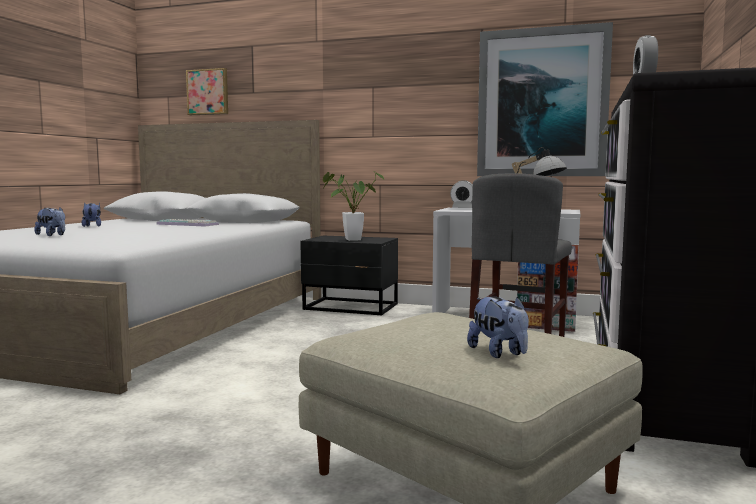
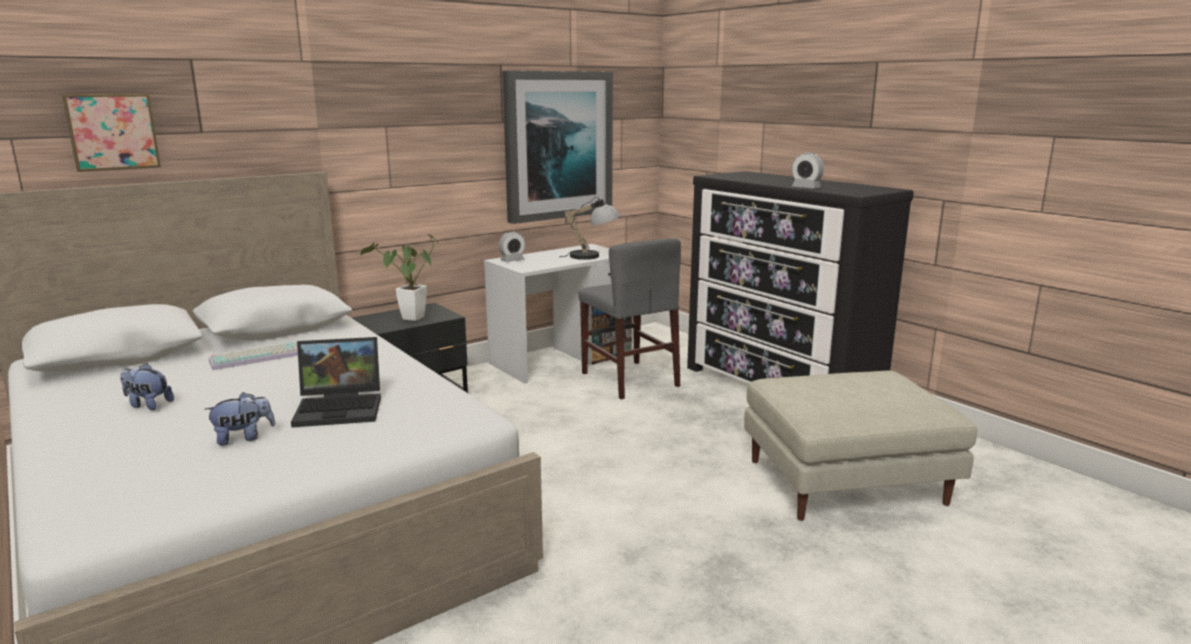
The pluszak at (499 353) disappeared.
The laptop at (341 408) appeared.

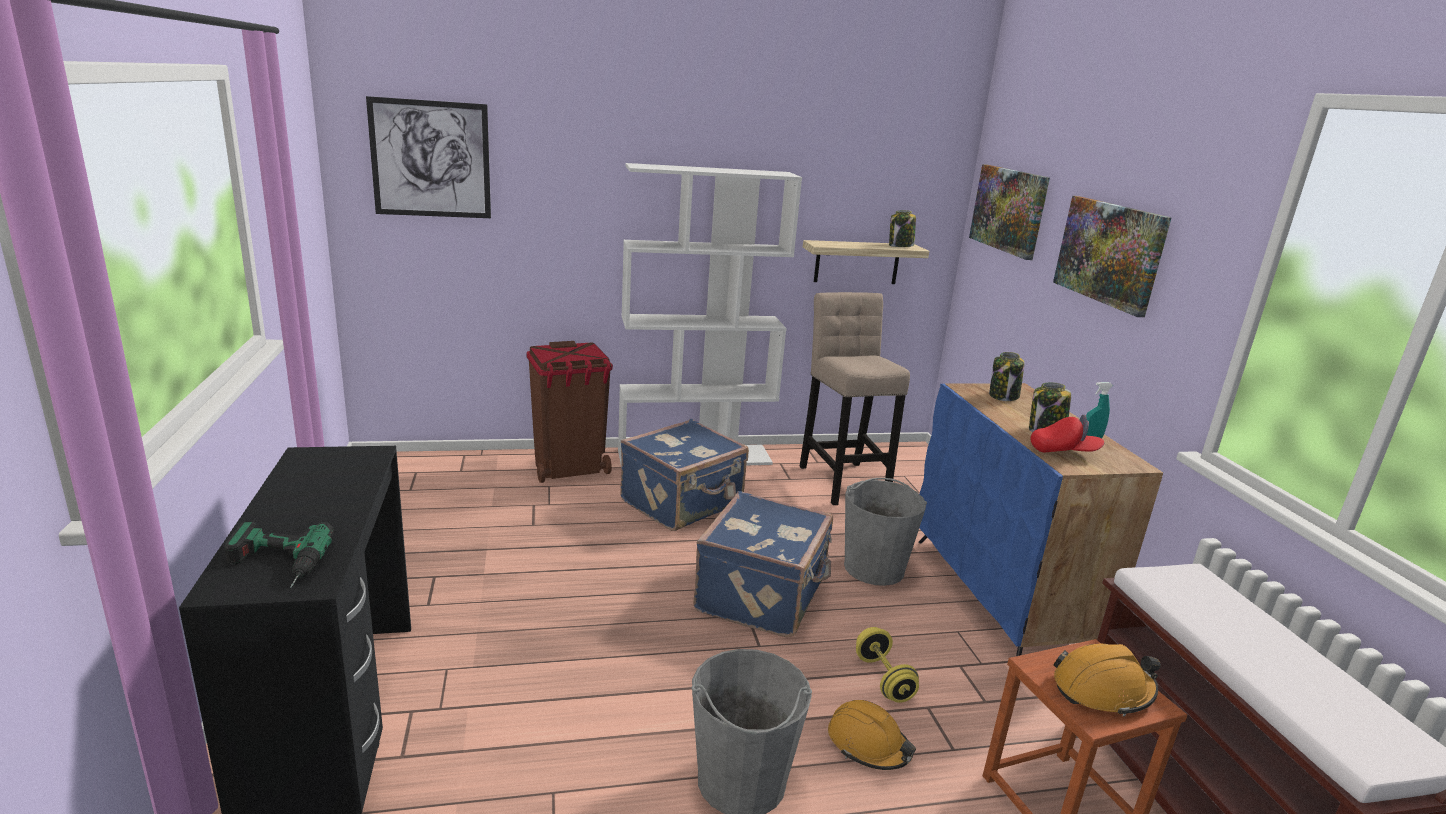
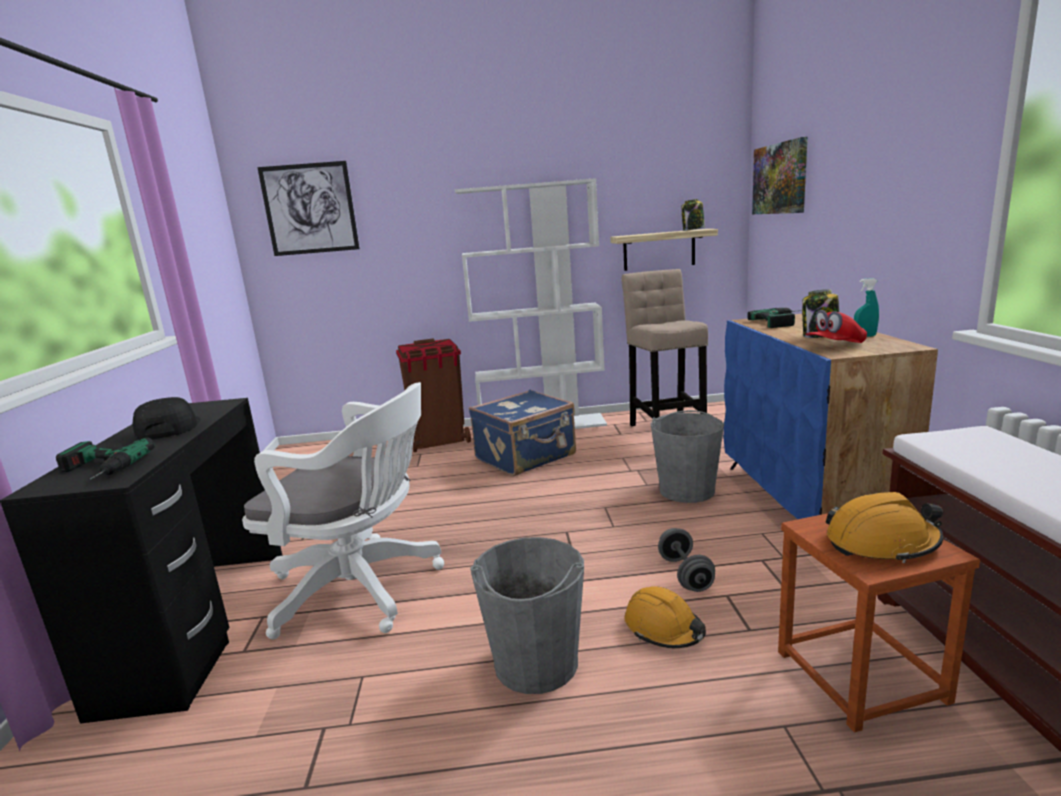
The obraz at (1110 253) disappeared.
The słoik at (1003 396) was replaced by the wiertarka at (784 321).
The czapka z daszkiem/czerwony at (1063 451) turned 135 degrees clockwise.
The walizka/niebieski at (763 596) disappeared.
The hantel/żółty at (883 679) became the hantel/szary at (685 574).
The krzesło biurowe/biały at (363 589) appeared.
The czapka z daszkiem/czarny at (167 428) appeared.

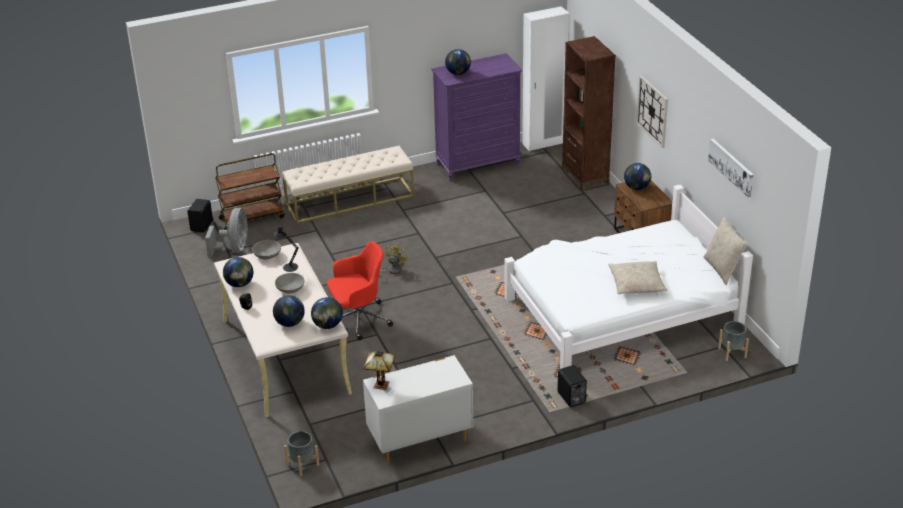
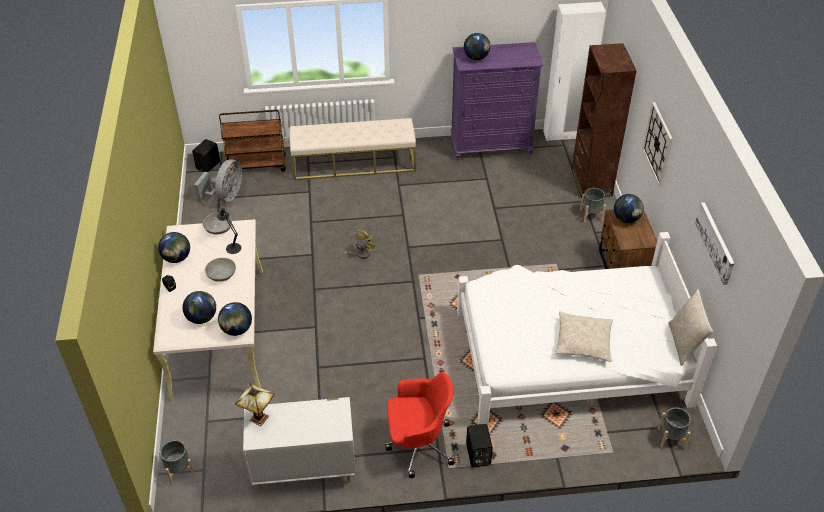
The krzesło biurowe/czerwony moved from (358 319) to (418 445).
The donica/szary at (591 215) appeared.

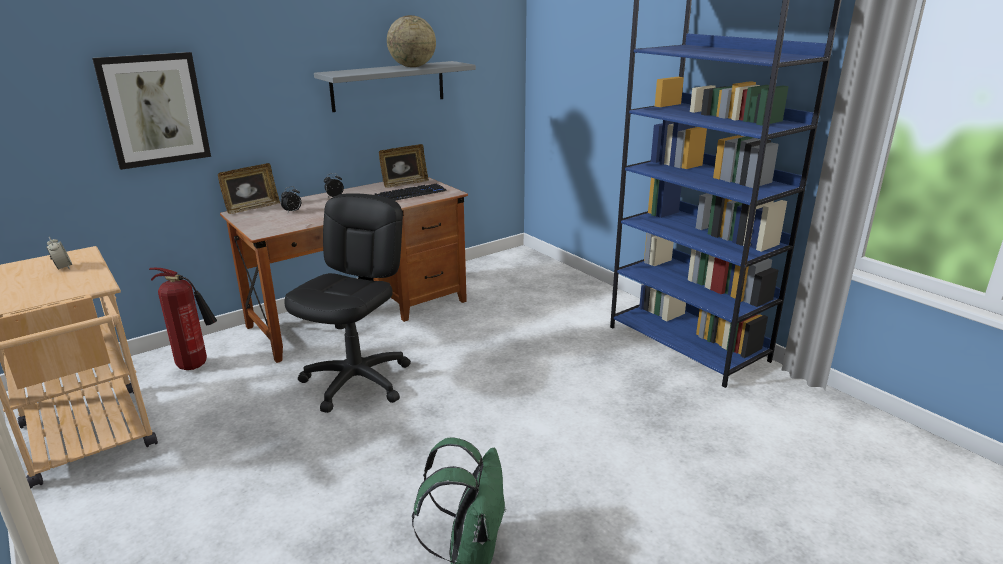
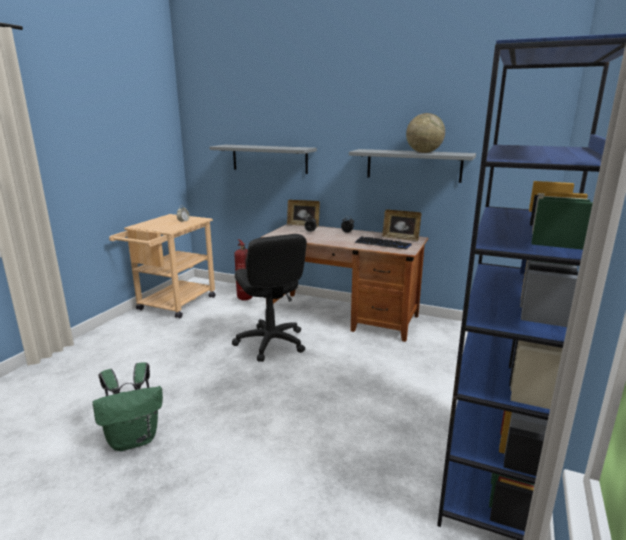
The obraz at (154 110) was replaced by the półka/szary at (269 158).
The krzesło biurowe/czarny at (357 381) turned 75 degrees clockwise.

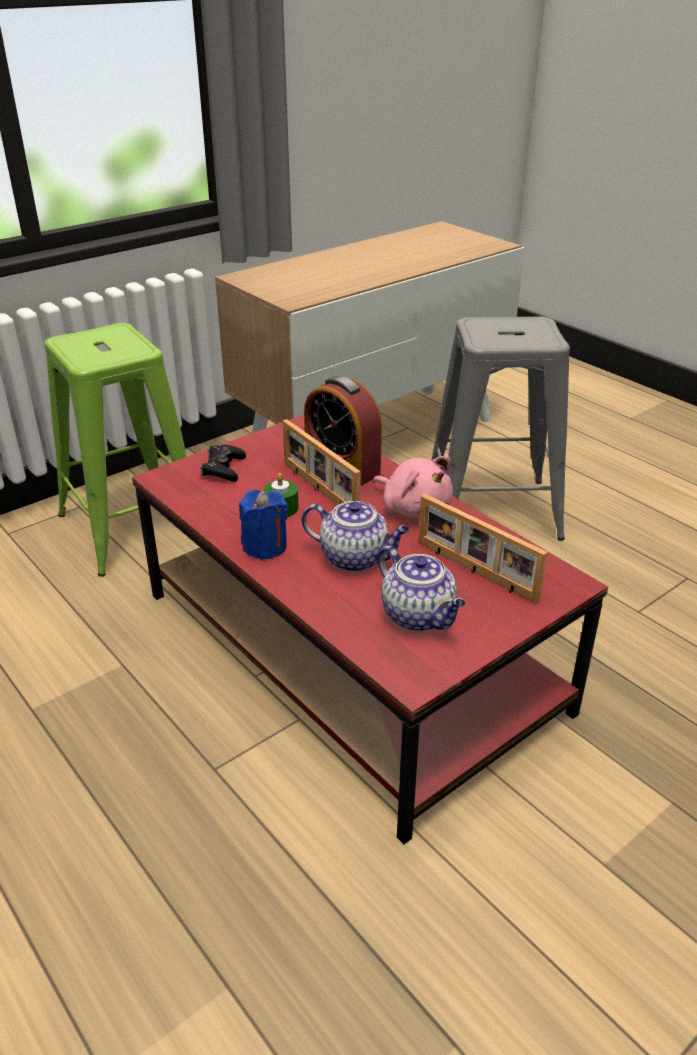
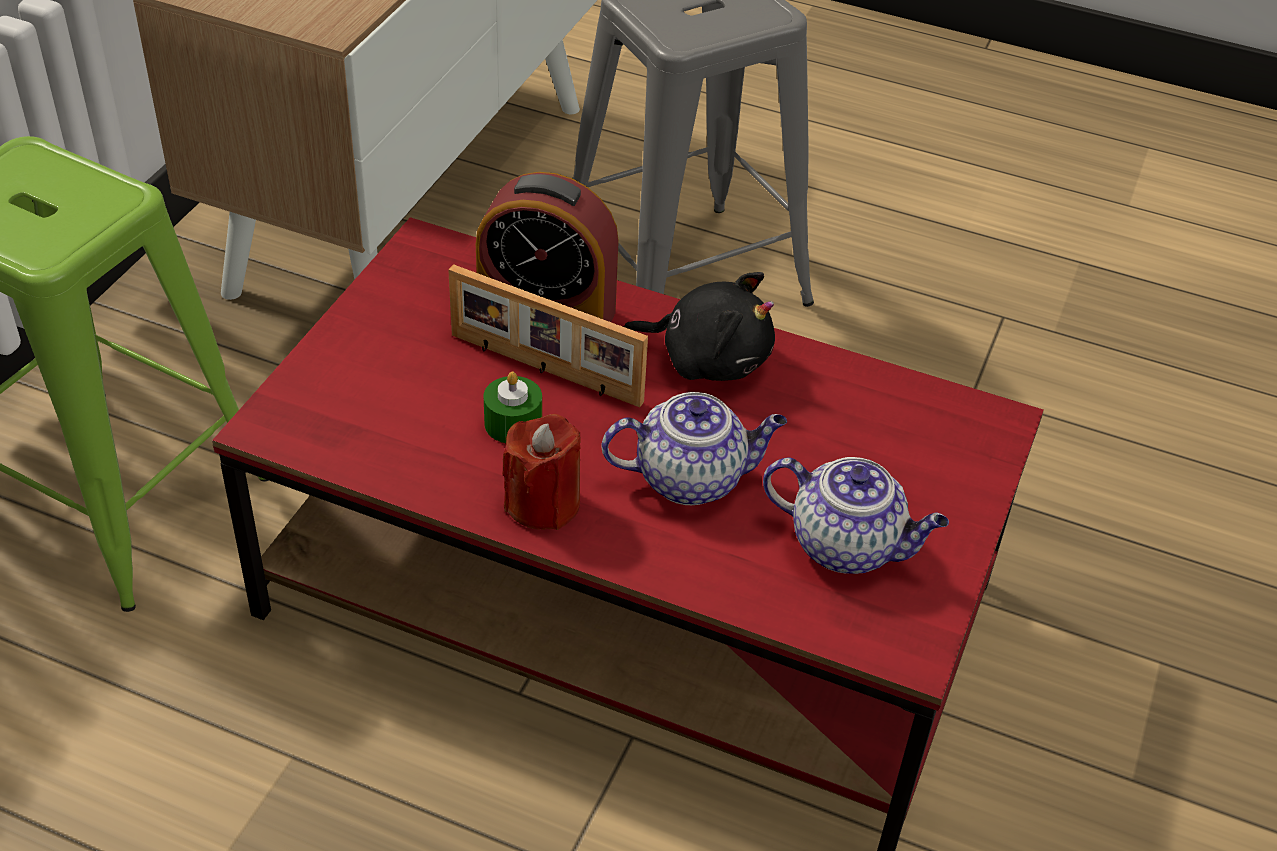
The pad do gier/czarny at (223 468) disappeared.
The pluszak/różowy at (414 507) became the pluszak/czarny at (708 358).
The świeca/niebieski at (264 546) became the świeca/czerwony at (543 503).
The ramka na zdjęcie at (474 572) disappeared.

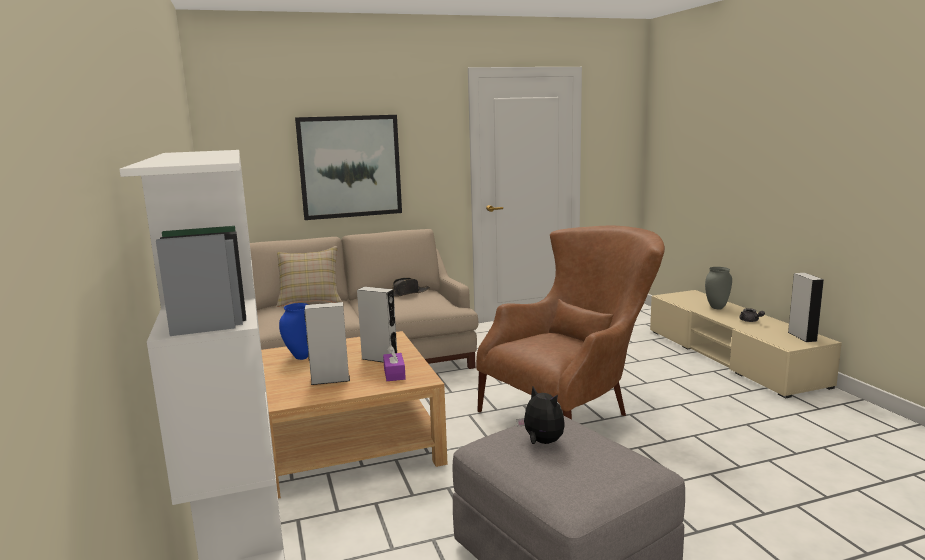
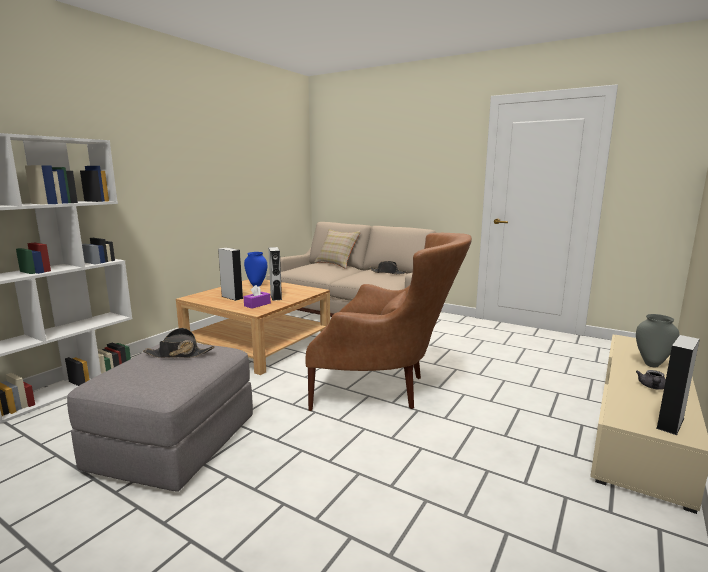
The obraz at (350 166) disappeared.
The pluszak at (542 442) was replaced by the kapelusz/czarny at (179 354).

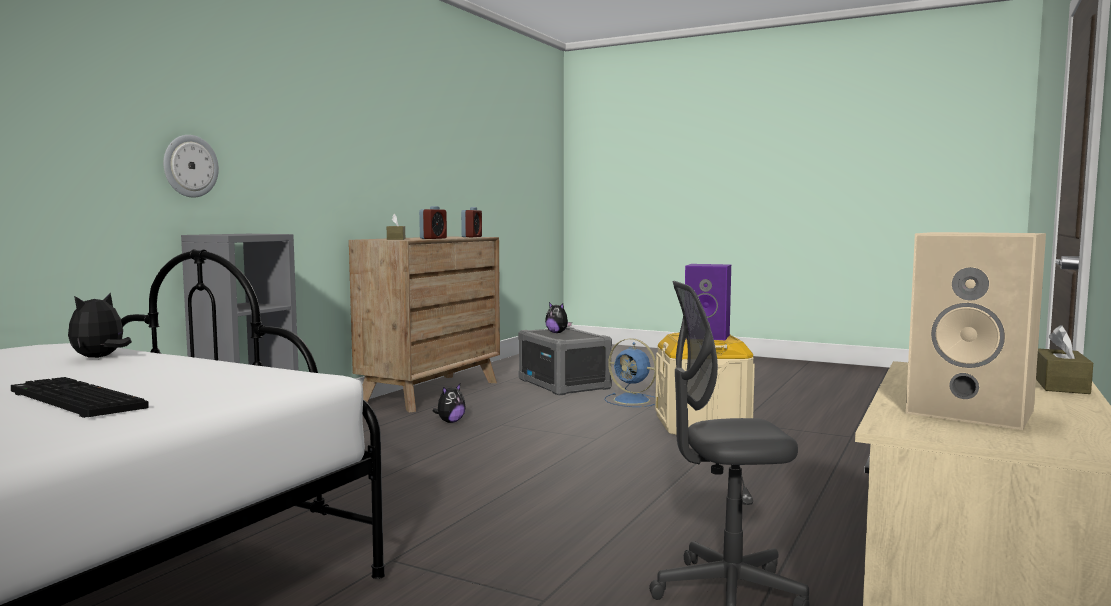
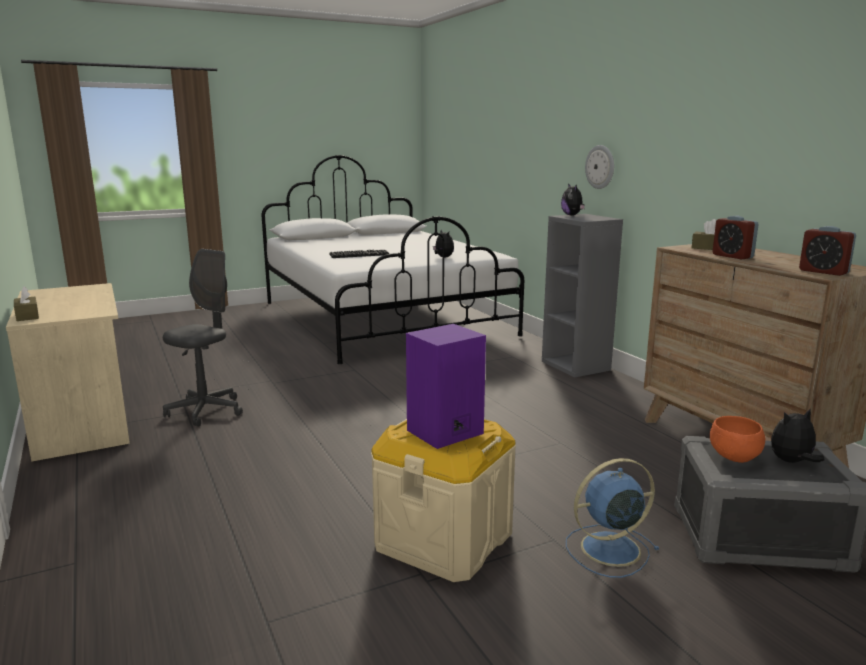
The głośnik/beżowy at (974 412) disappeared.
The pluszak moved from (450 422) to (572 215).
The miska/pomarańczowy at (735 458) appeared.

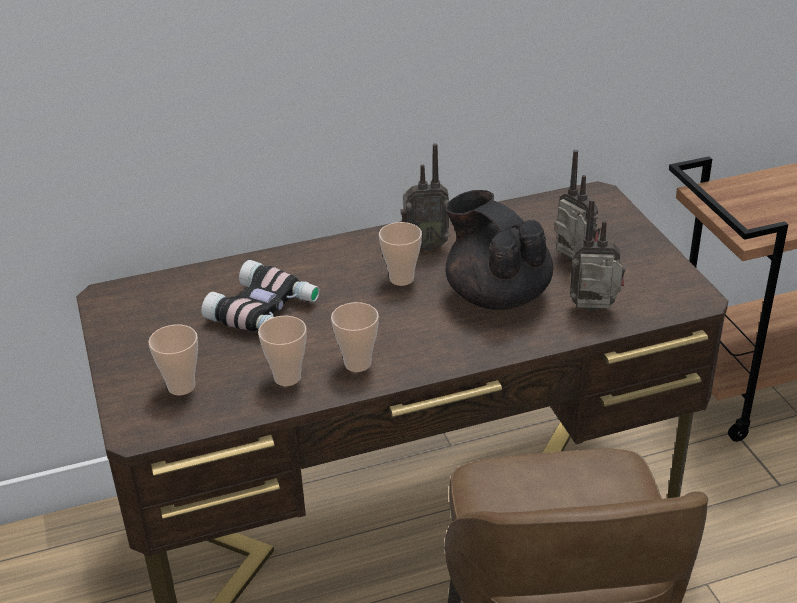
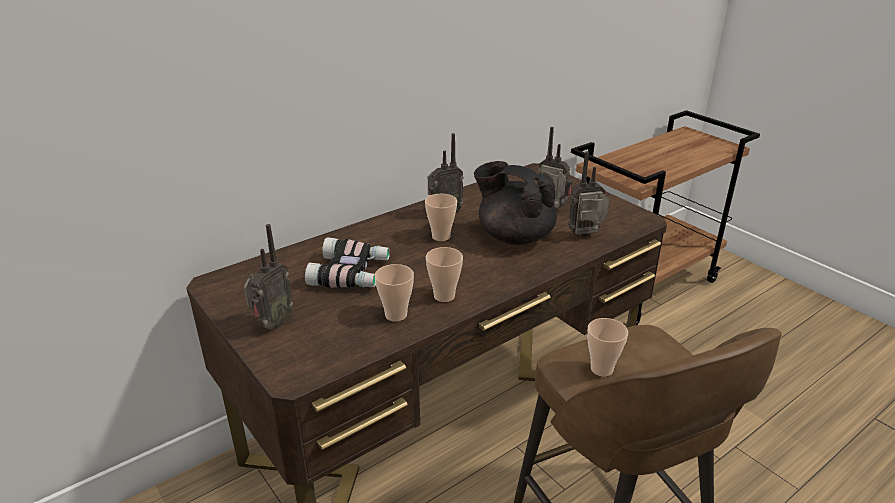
The filiżanka moved from (181 387) to (601 369).
The radio at (271 324) appeared.

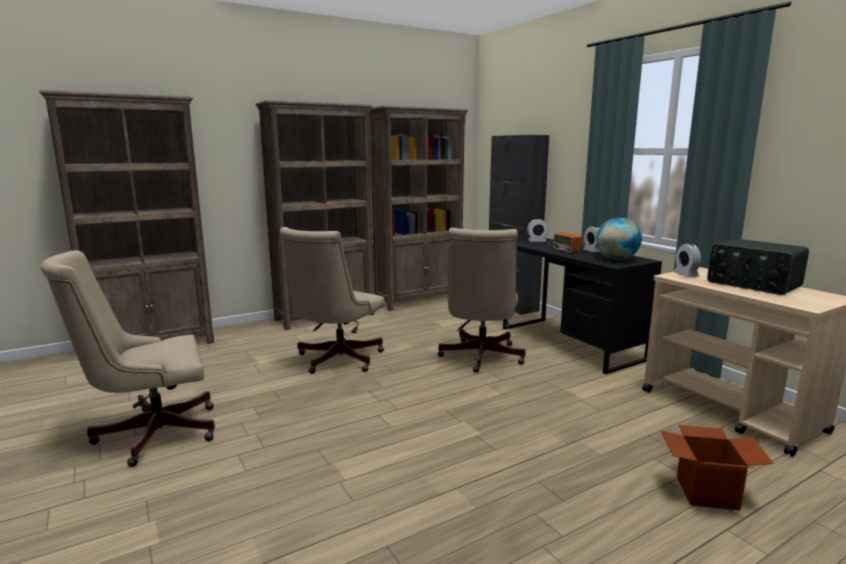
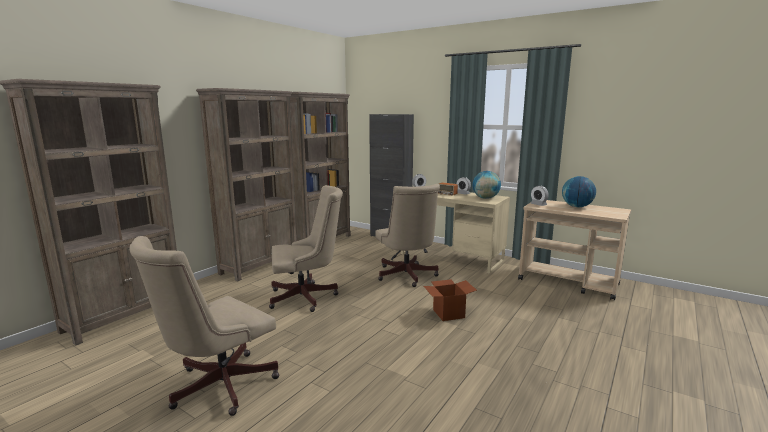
The krzesło biurowe/beżowy at (335 360) turned 105 degrees counterclockwise.
The biurko/czarny at (570 343) became the biurko/beżowy at (451 257).
The radio at (752 284) was replaced by the globus at (577 207).
The karton moved from (707 493) to (448 313).

